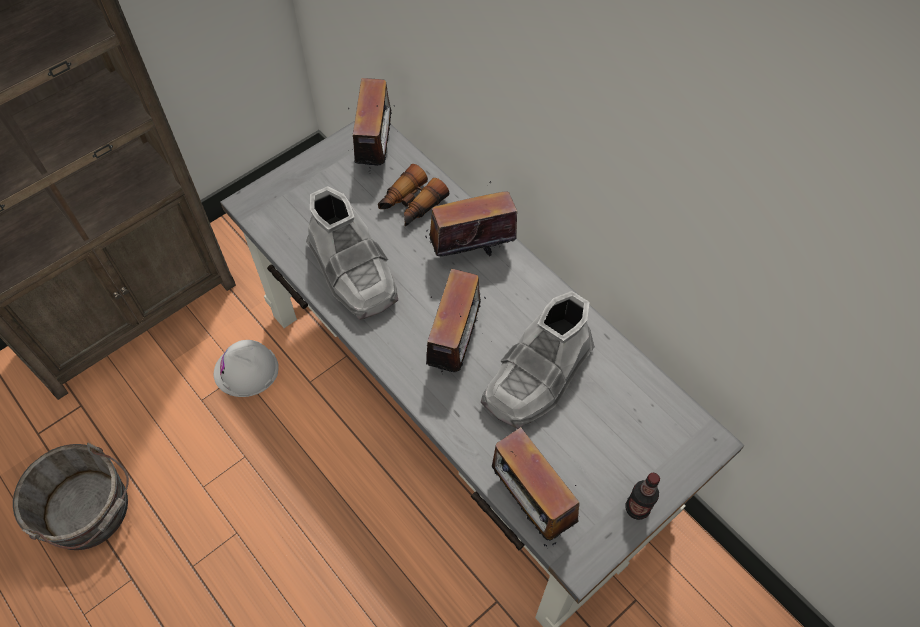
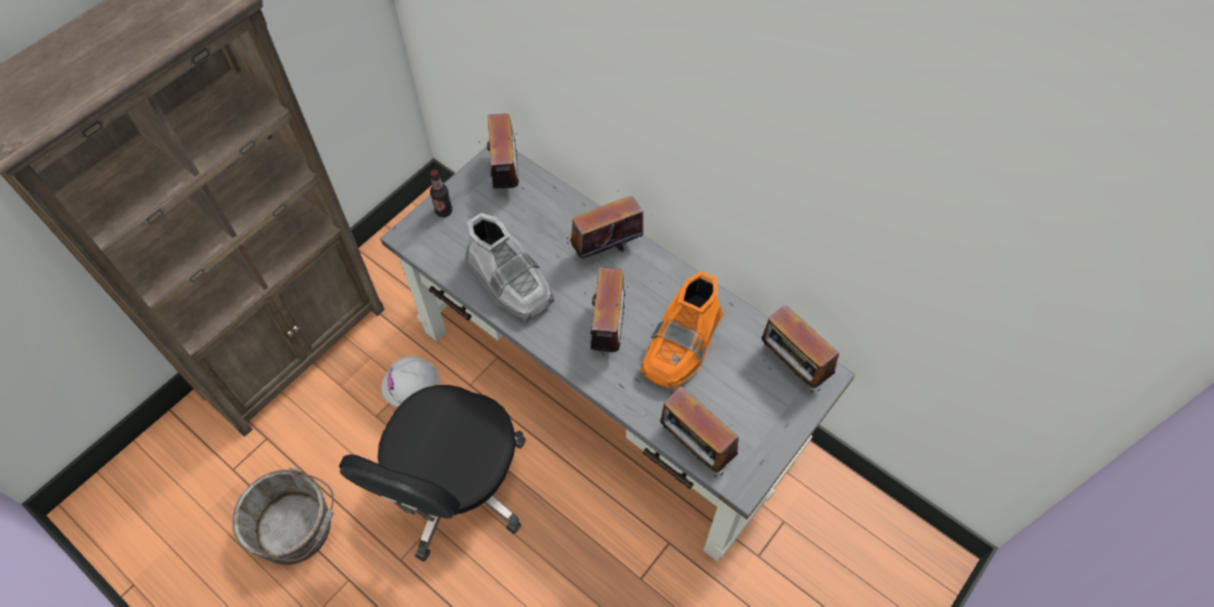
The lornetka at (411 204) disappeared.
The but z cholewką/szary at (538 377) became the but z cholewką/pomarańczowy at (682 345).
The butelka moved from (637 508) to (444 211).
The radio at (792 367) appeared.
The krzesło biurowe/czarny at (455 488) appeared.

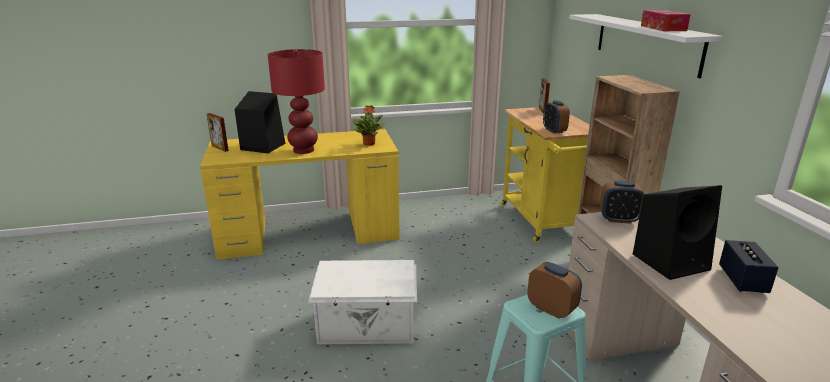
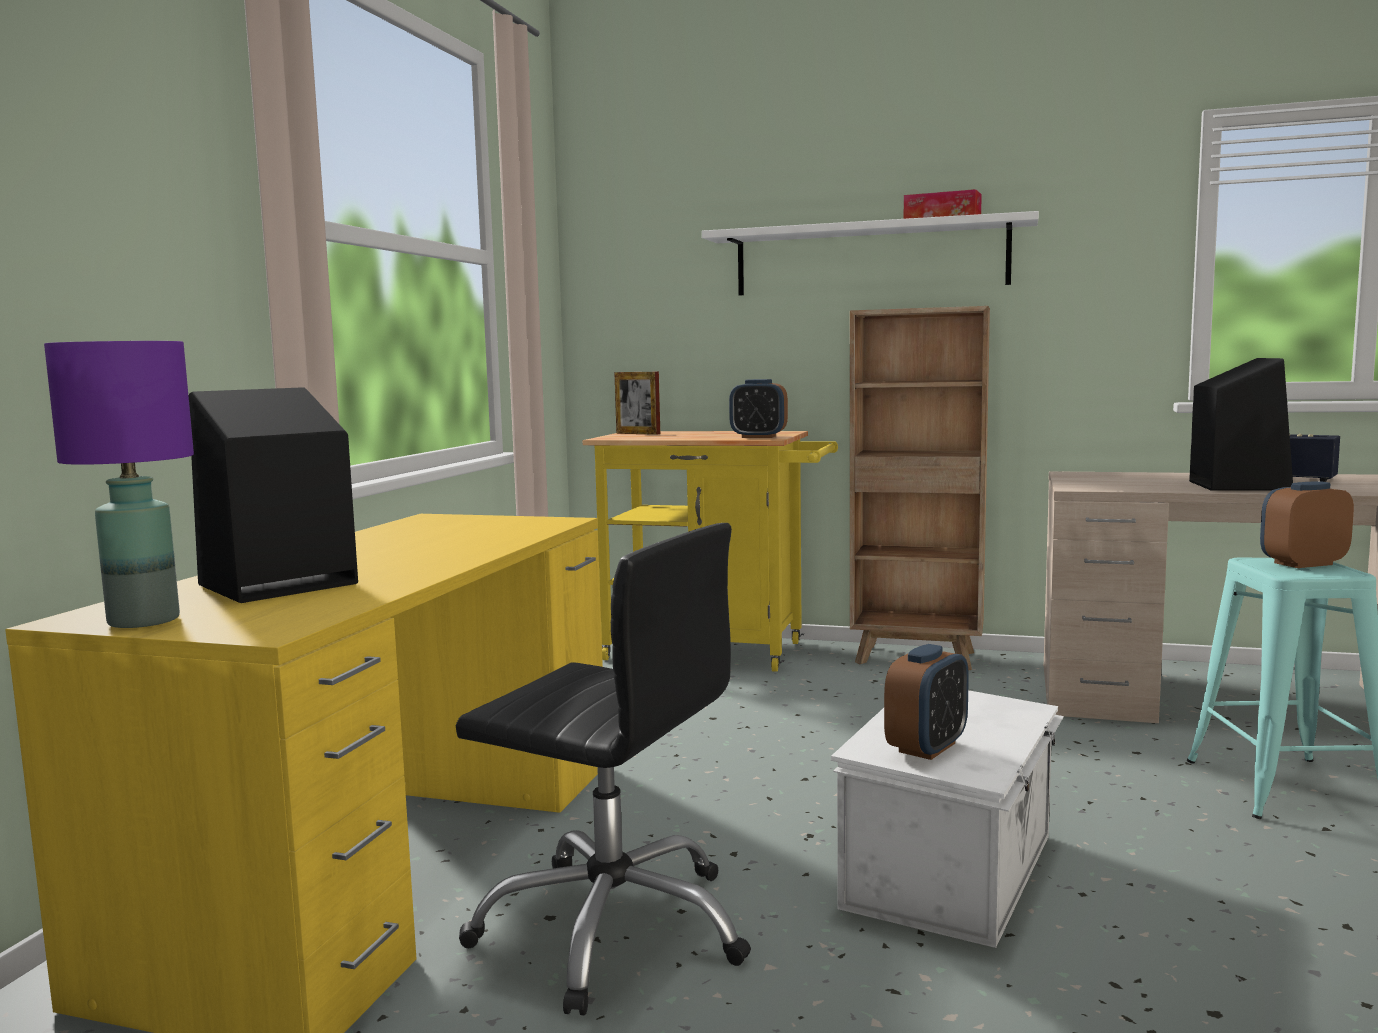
The lampa stołowa/czerwony at (303 150) disappeared.
The roślina doniczkowa at (369 143) disappeared.
The ramka na zdjęcie at (220 148) was replaced by the lampa stołowa/fioletowy at (145 620).
The budzik moved from (618 219) to (927 747).
The krzesło biurowe/czarny at (613 928) appeared.

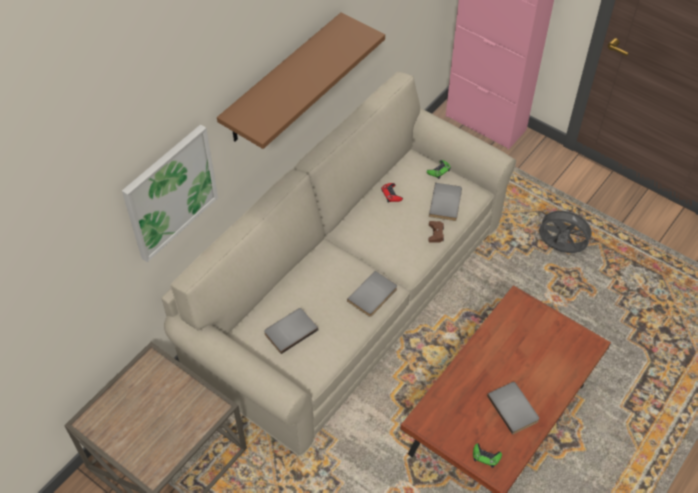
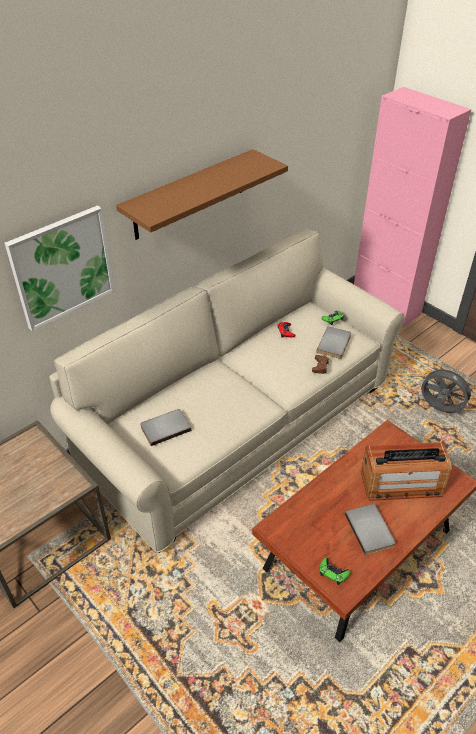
The książka/szary at (373 296) disappeared.
The radio at (401 483) appeared.

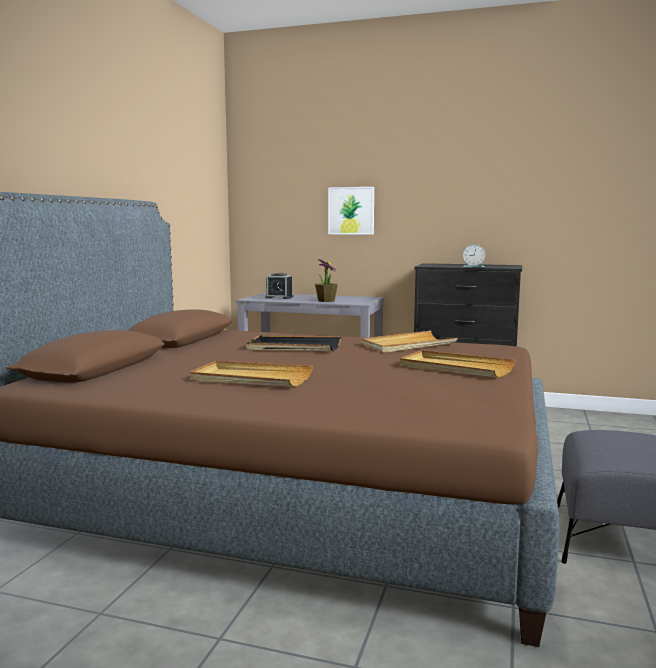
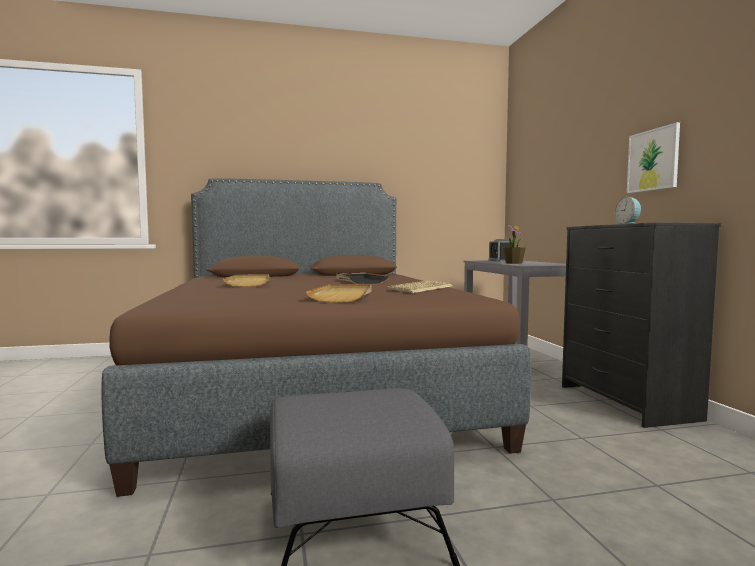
The obraz moved from (351 210) to (653 160).
The taca/beżowy at (408 345) was replaced by the klawiatura at (420 288).

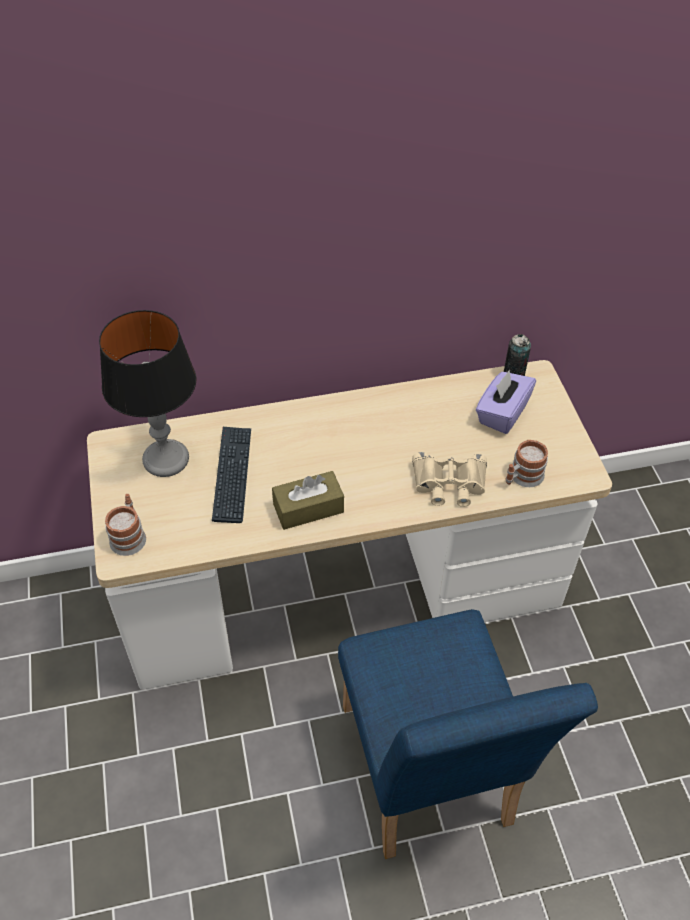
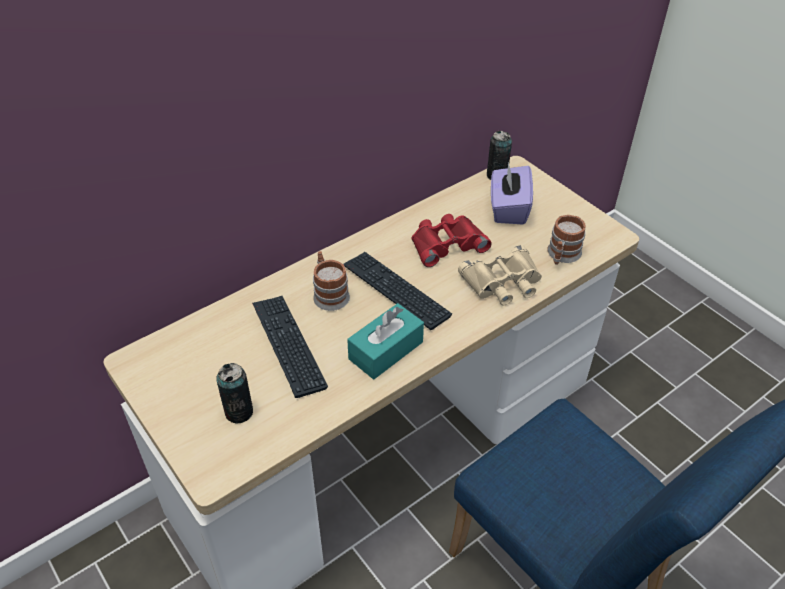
The lampa stołowa at (166 459) disappeared.
The pudełko chusteczek/brązowy at (308 508) became the pudełko chusteczek/turkusowy at (386 350).
The kubek moved from (129 535) to (329 294).
The lornetka/czerwony at (446 244) appeared.
The klawiatura at (396 291) appeared.
The puszka at (239 412) appeared.

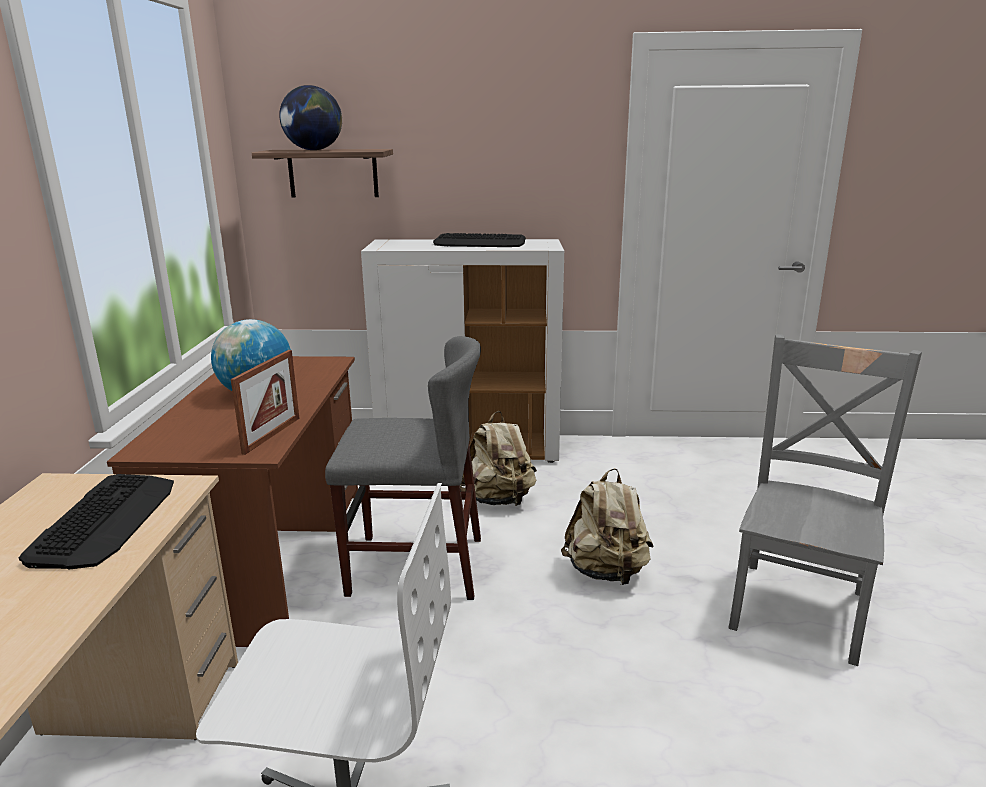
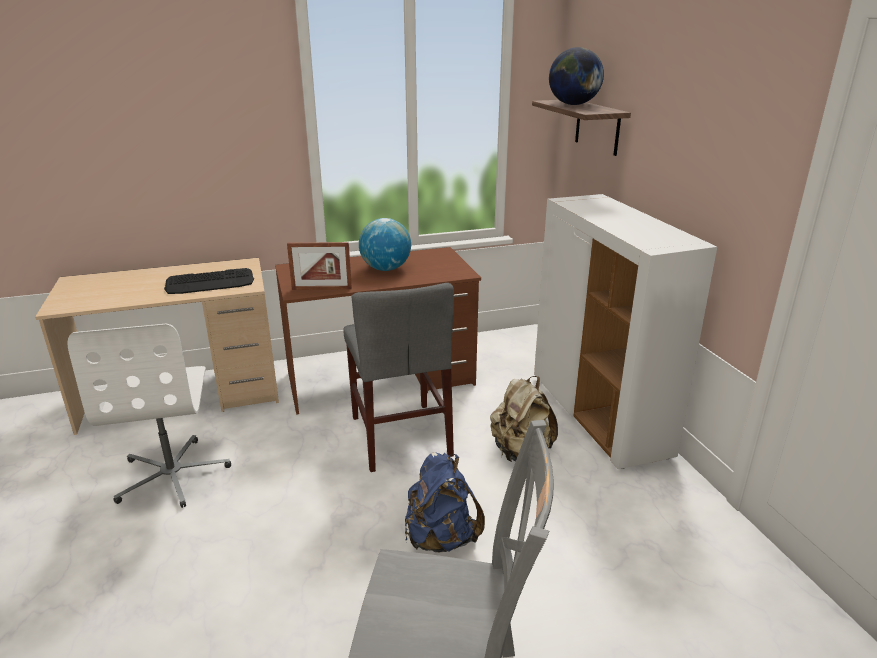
The klawiatura at (479 243) disappeared.
The plecak/beżowy at (606 572) became the plecak/niebieski at (440 538).

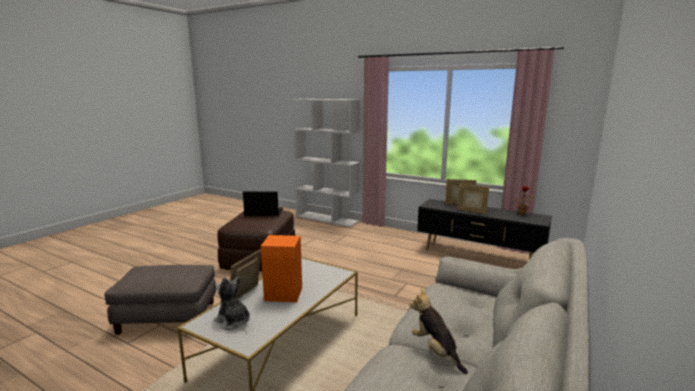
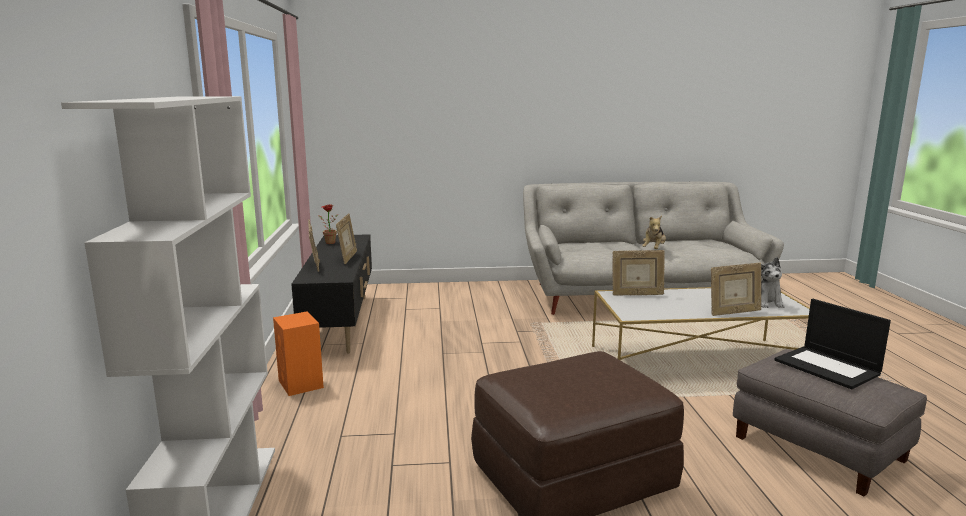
The laptop moved from (263 212) to (828 367).
The głośnik/pomarańczowy moved from (282 294) to (301 384).
The ramka na zdjęcie at (637 294) appeared.

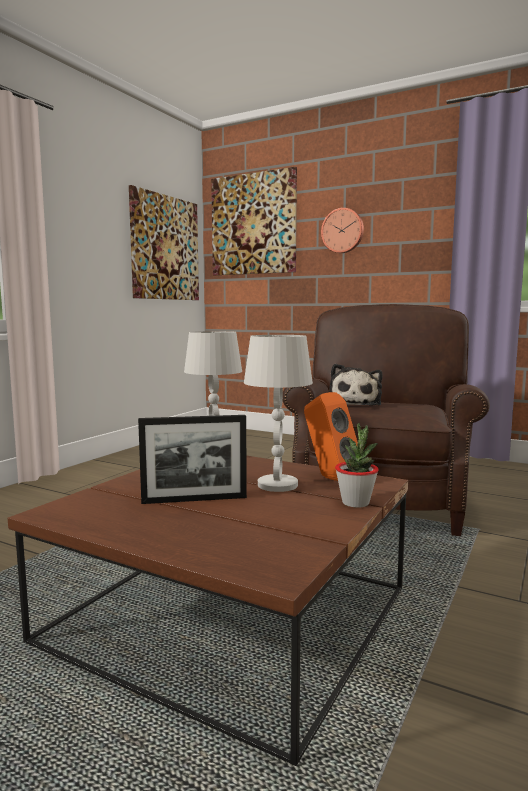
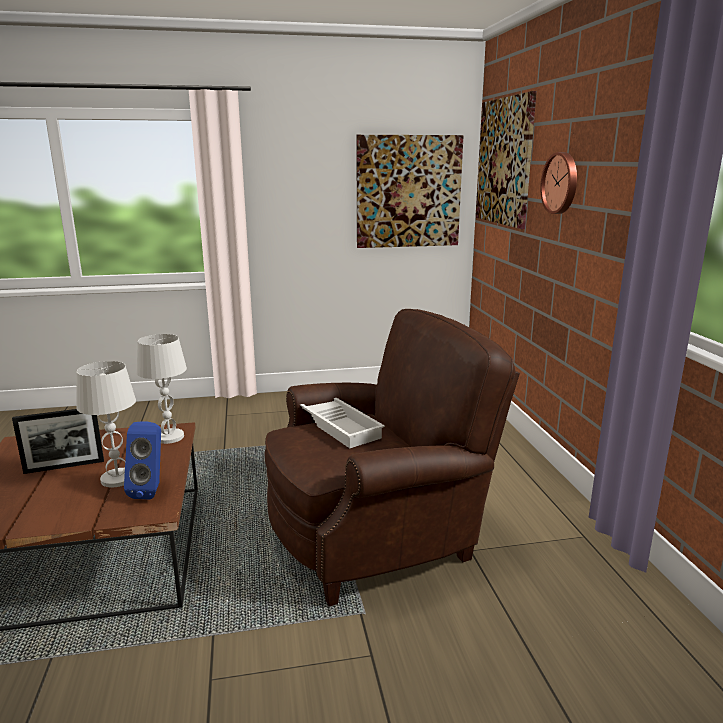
The pluszak at (355 403) was replaced by the taca/biały at (340 425).
The głośnik/pomarańczowy at (329 478) became the głośnik/niebieski at (151 490).
The ramka na zdjęcie at (194 500) turned 60 degrees counterclockwise.
The roślina doniczkowa at (355 503) disappeared.

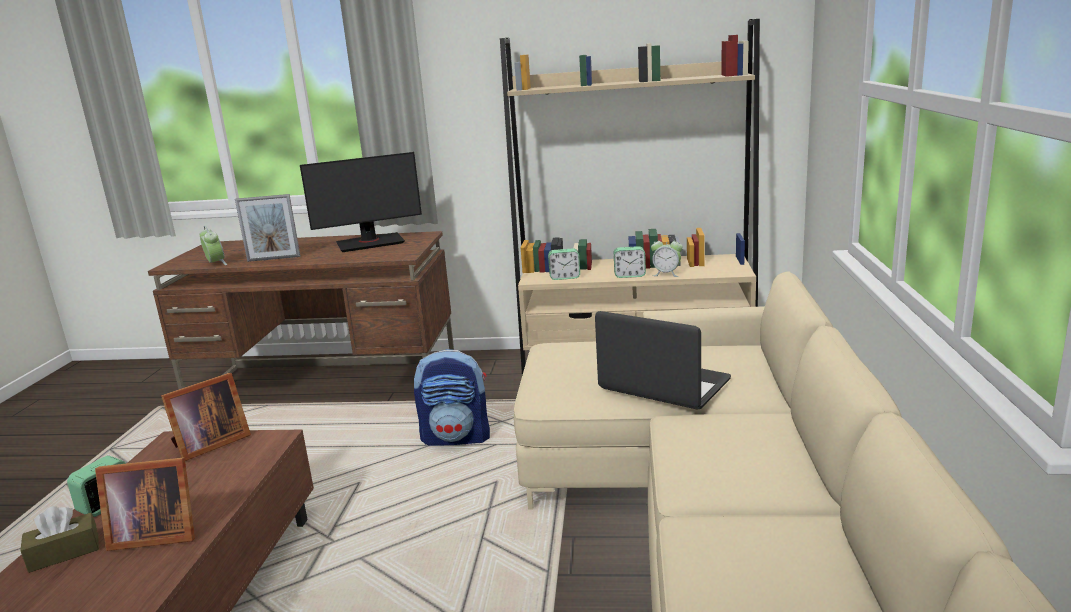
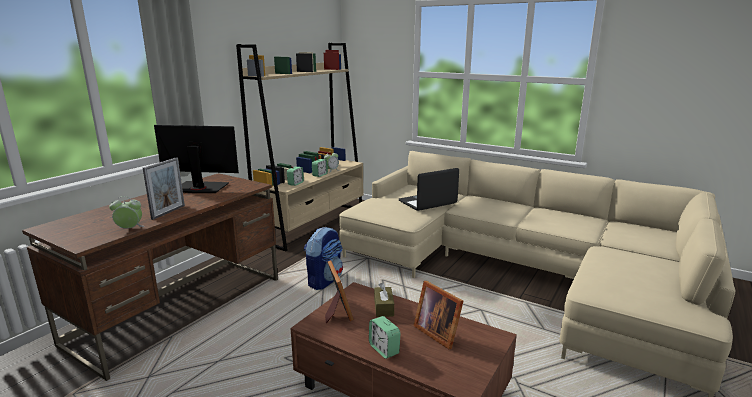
The monitor at (370 243) turned 90 degrees counterclockwise.
The ramka na zdjęcie at (154 535) turned 120 degrees clockwise.
The pudełko chusteczek/brązowy moved from (64 553) to (383 307).

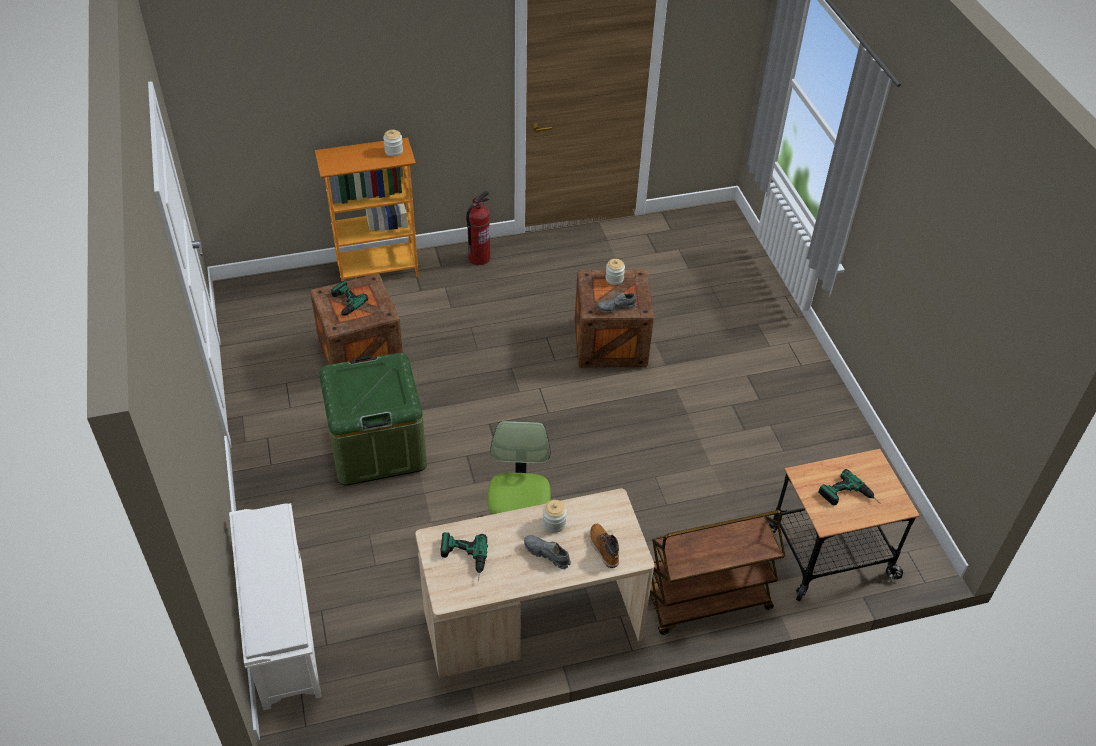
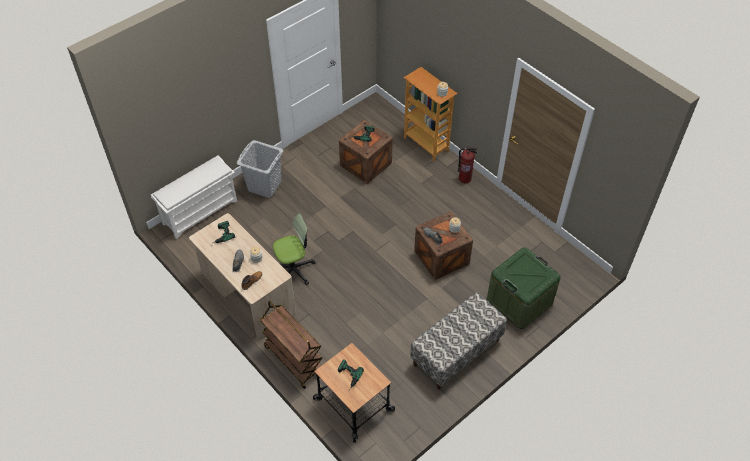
The pojemnik do przechowywania/zielony moved from (377 446) to (519 301).
The kosz na pranie/szary at (264 185) appeared.
The ławka at (456 352) appeared.

